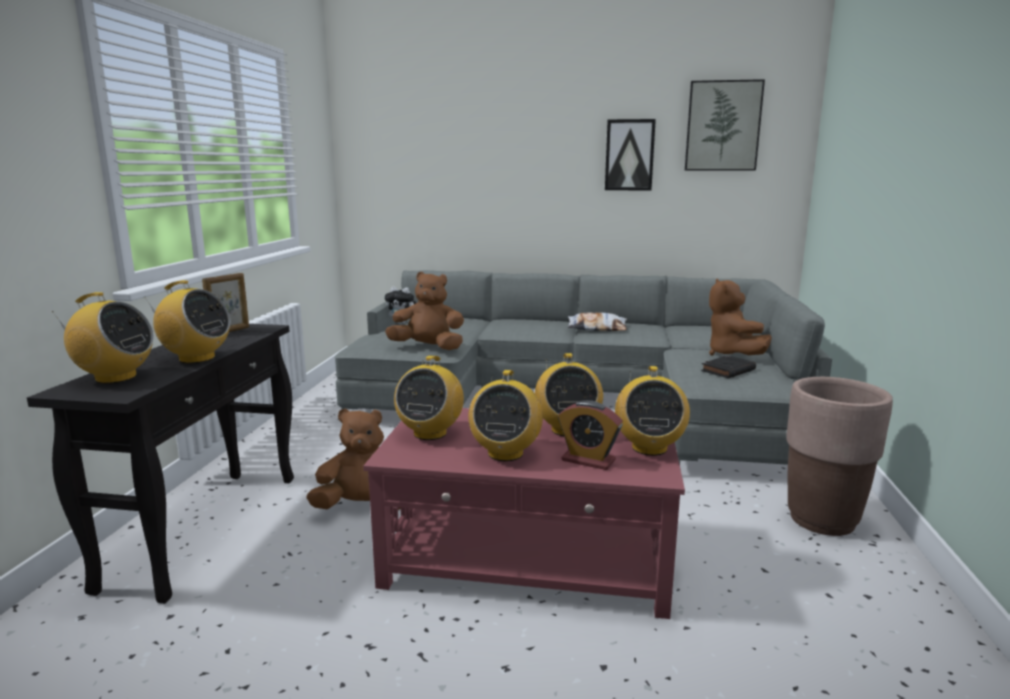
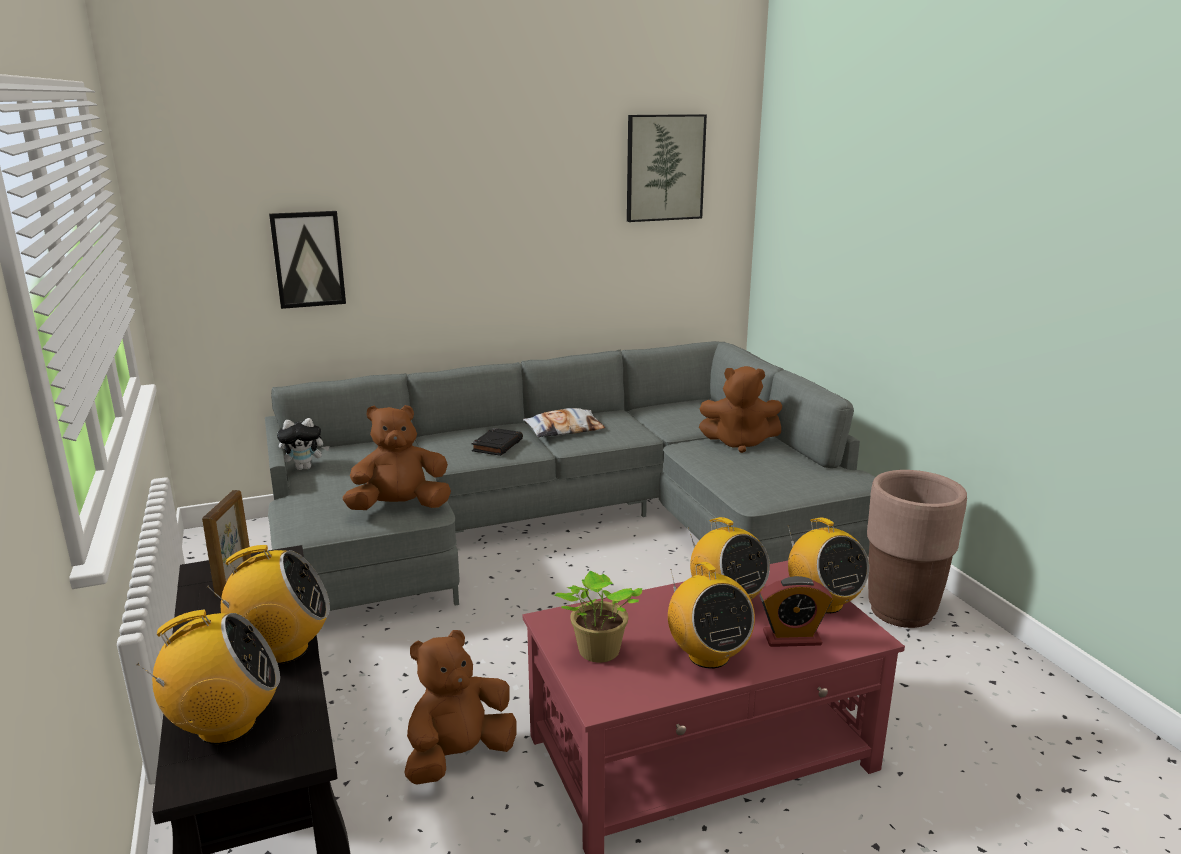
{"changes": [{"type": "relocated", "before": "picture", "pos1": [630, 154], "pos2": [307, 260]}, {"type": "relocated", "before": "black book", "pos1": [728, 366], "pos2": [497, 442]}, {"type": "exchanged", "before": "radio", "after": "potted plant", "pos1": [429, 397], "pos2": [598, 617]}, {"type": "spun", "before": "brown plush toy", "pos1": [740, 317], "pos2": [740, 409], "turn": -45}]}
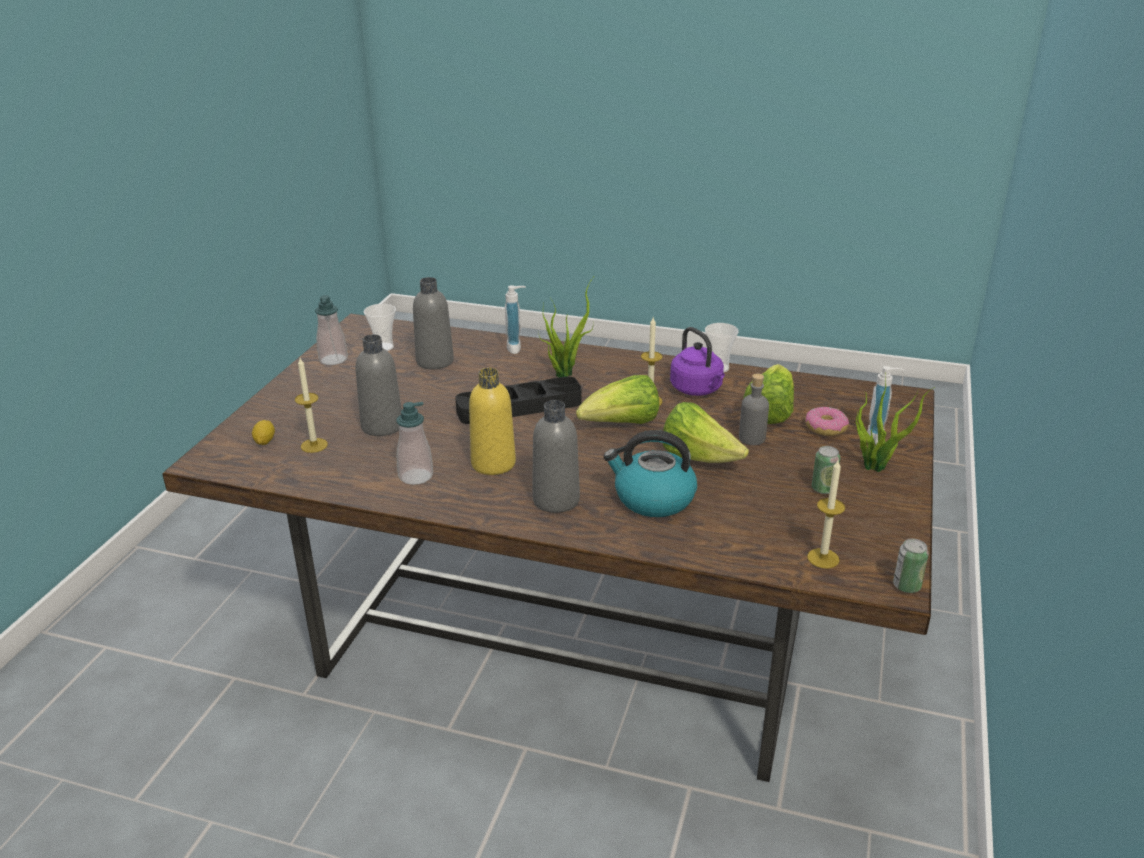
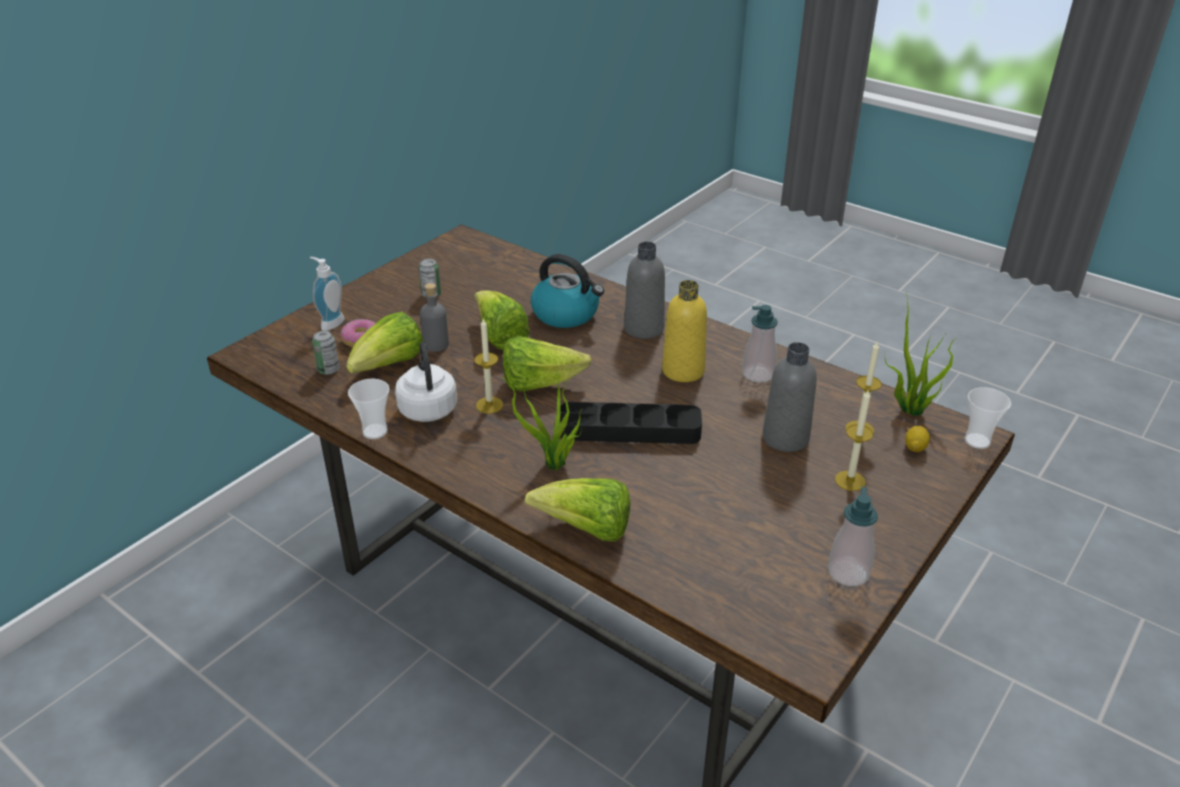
{"changes": [{"type": "relocated", "before": "can", "pos1": [911, 565], "pos2": [325, 353]}, {"type": "colour", "before": "purple kettle", "after": "white kettle", "pos1": [697, 361], "pos2": [426, 382]}, {"type": "exchanged", "before": "soap dispenser", "after": "lettuce", "pos1": [515, 319], "pos2": [577, 510]}, {"type": "relocated", "before": "candle", "pos1": [826, 514], "pos2": [854, 440]}, {"type": "relocated", "before": "potted plant", "pos1": [895, 422], "pos2": [920, 357]}, {"type": "relocated", "before": "cup", "pos1": [380, 327], "pos2": [988, 418]}, {"type": "missing", "before": "grey bottle", "pos1": [433, 323]}]}
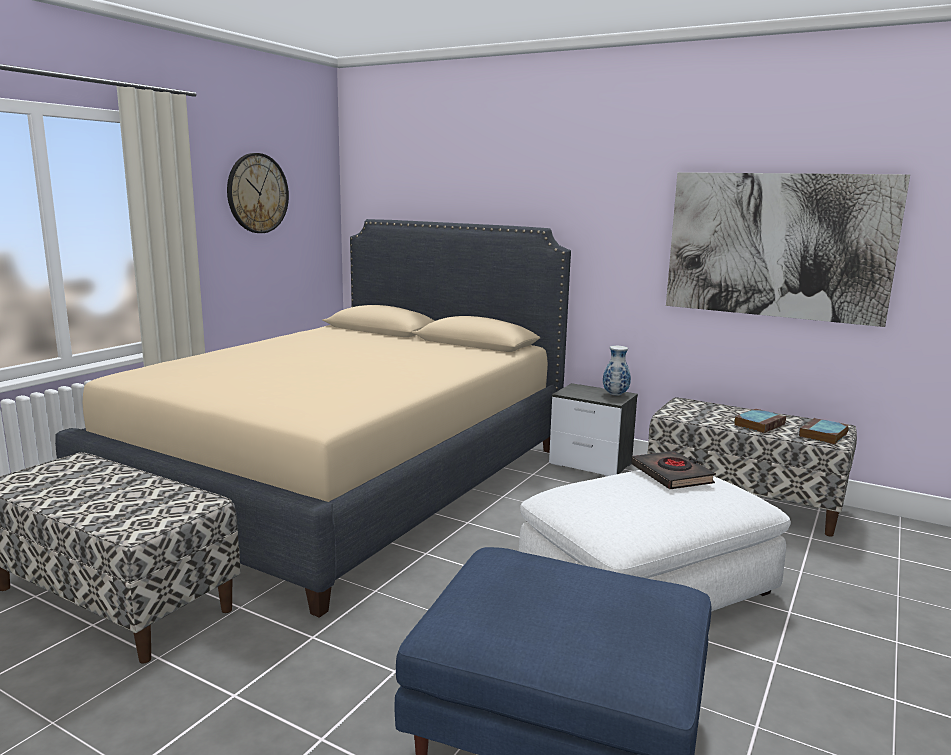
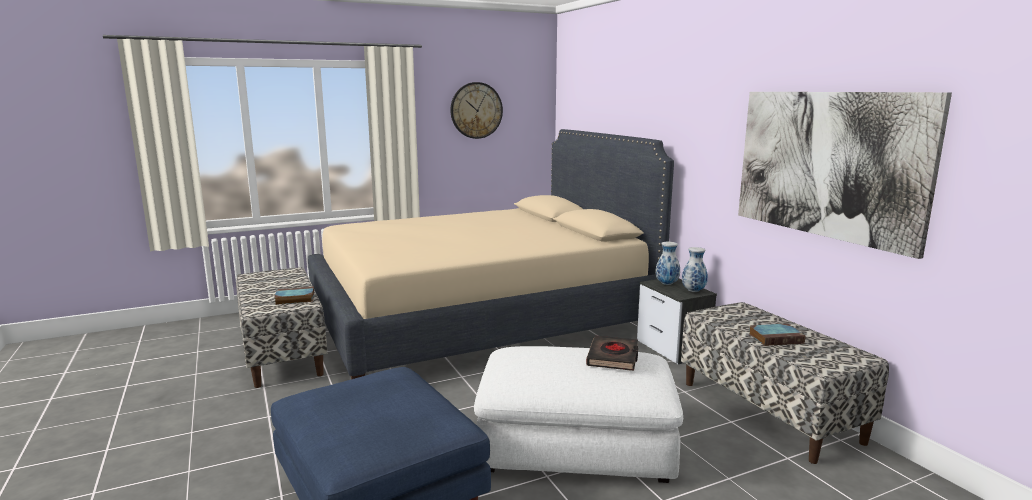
{"changes": [{"type": "relocated", "before": "book", "pos1": [824, 431], "pos2": [294, 295]}, {"type": "appeared", "after": "vase", "pos2": [667, 263]}]}
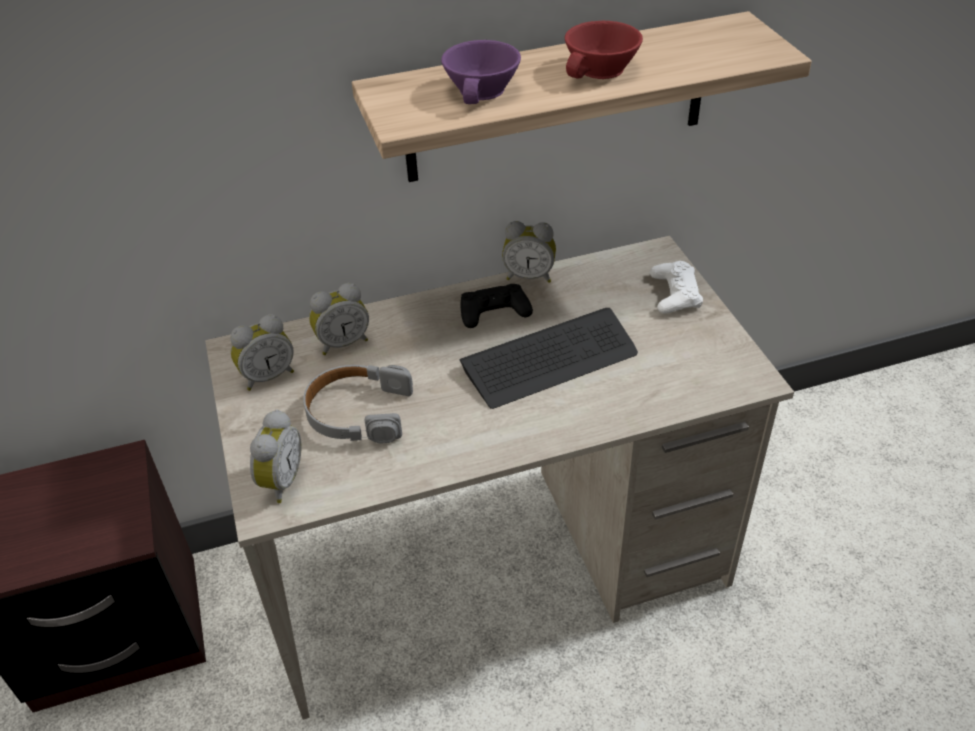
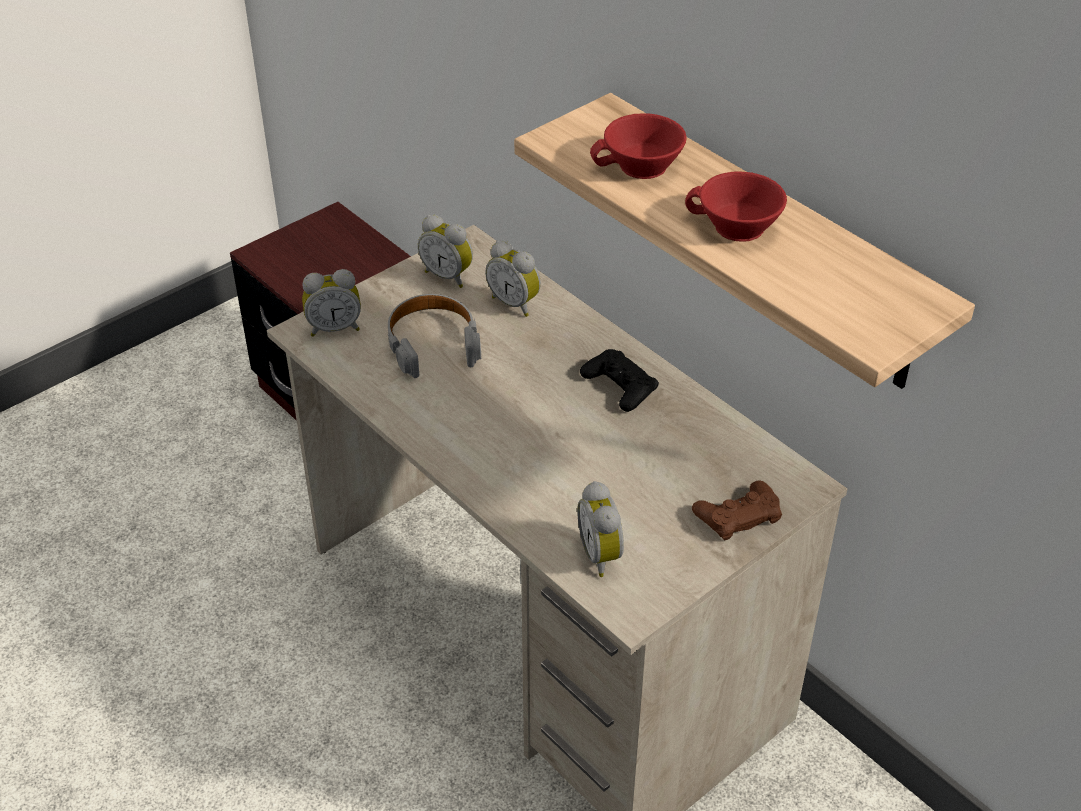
{"changes": [{"type": "relocated", "before": "alarm clock", "pos1": [529, 252], "pos2": [600, 529]}, {"type": "colour", "before": "purple cup", "after": "red cup", "pos1": [481, 72], "pos2": [638, 146]}, {"type": "colour", "before": "white game controller", "after": "brown game controller", "pos1": [676, 287], "pos2": [737, 510]}, {"type": "missing", "before": "keyboard", "pos1": [549, 358]}]}
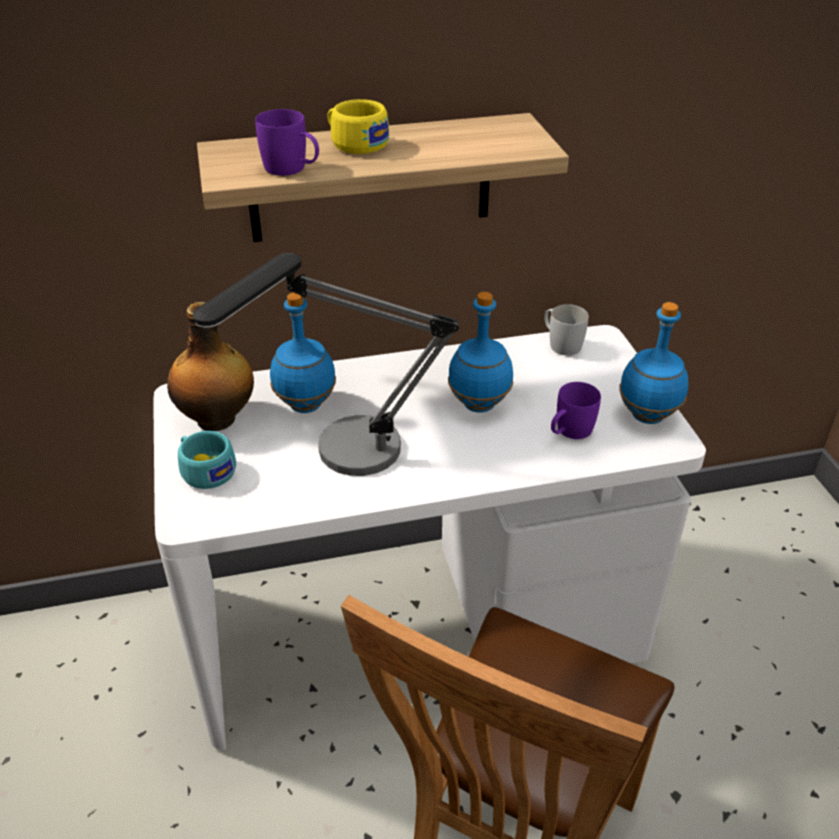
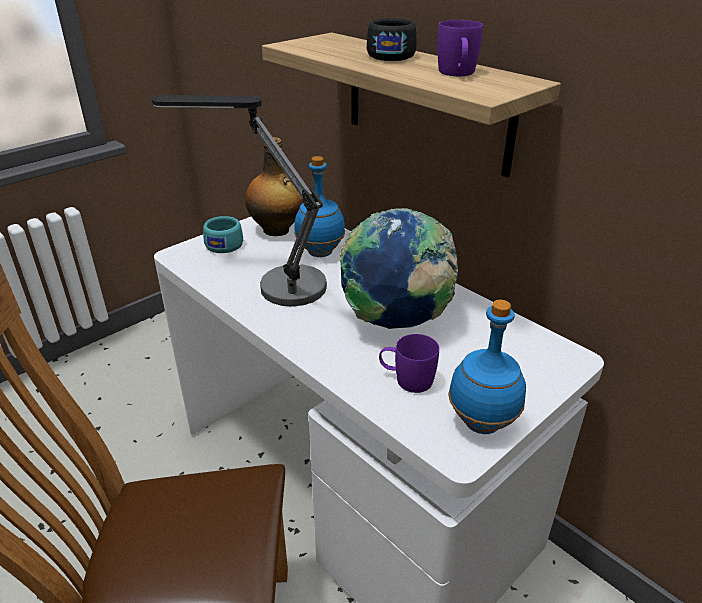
{"changes": [{"type": "exchanged", "before": "blue bottle", "after": "globe", "pos1": [480, 352], "pos2": [399, 268]}, {"type": "colour", "before": "yellow cup", "after": "black cup", "pos1": [358, 126], "pos2": [391, 39]}, {"type": "relocated", "before": "purple mug", "pos1": [287, 142], "pos2": [460, 48]}, {"type": "missing", "before": "white mug", "pos1": [566, 329]}]}
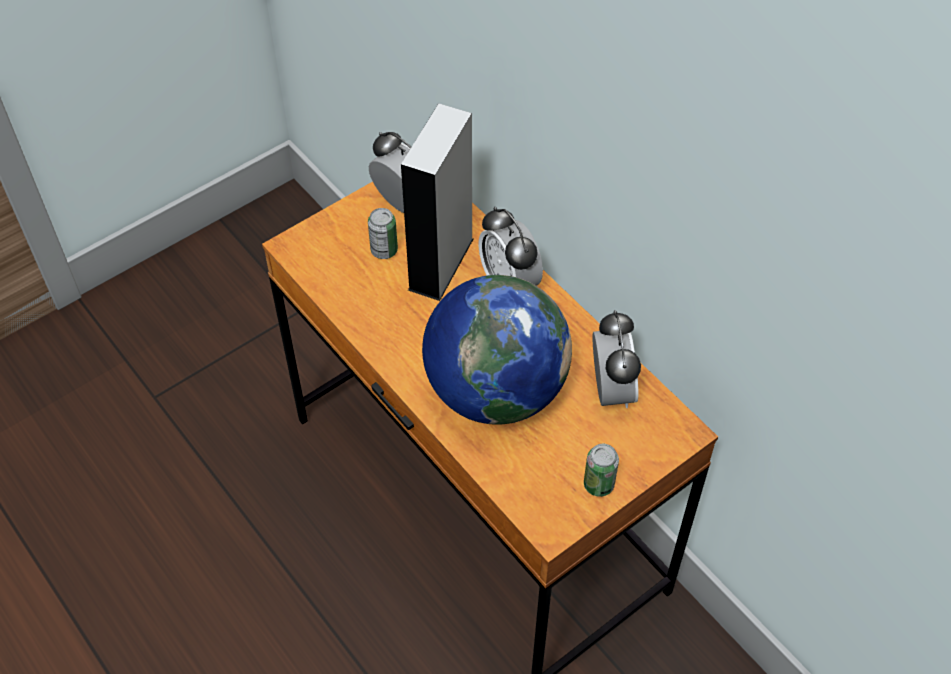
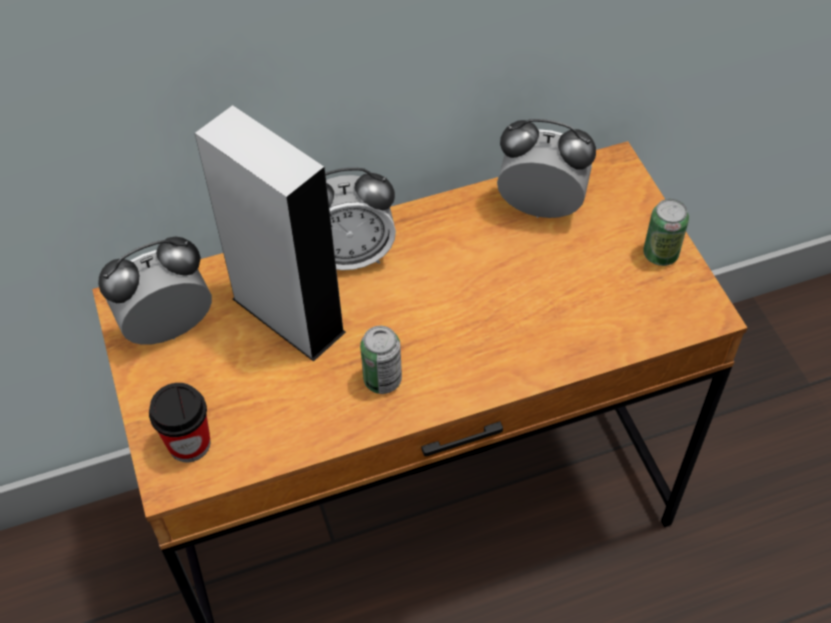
{"changes": [{"type": "appeared", "after": "cup", "pos2": [180, 422]}, {"type": "relocated", "before": "can", "pos1": [383, 233], "pos2": [381, 360]}, {"type": "missing", "before": "globe", "pos1": [497, 350]}]}
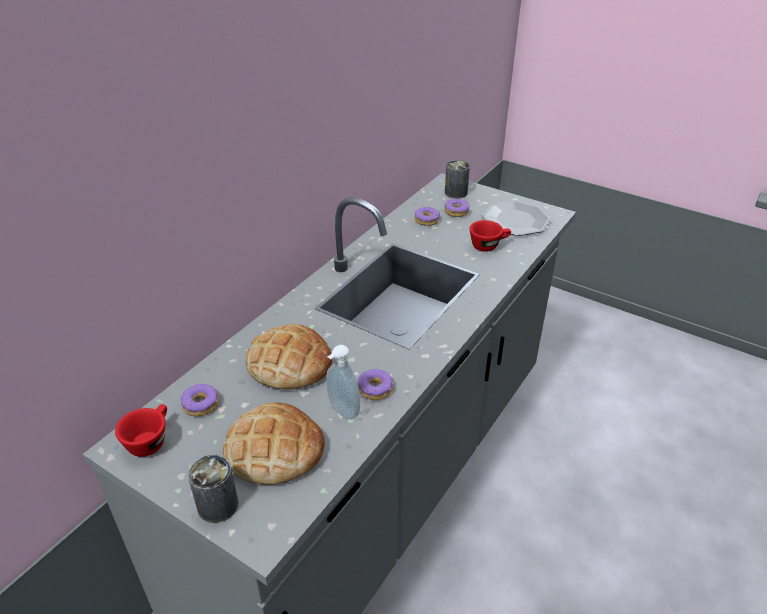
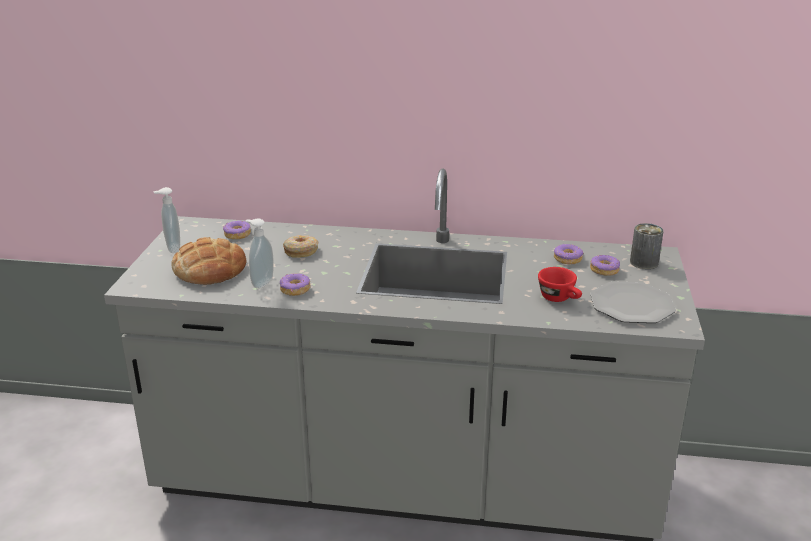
{"changes": [{"type": "appeared", "after": "soap dispenser", "pos2": [166, 220]}, {"type": "exchanged", "before": "bread", "after": "donut", "pos1": [288, 357], "pos2": [300, 246]}, {"type": "missing", "before": "red cup", "pos1": [141, 430]}, {"type": "missing", "before": "can", "pos1": [213, 489]}]}
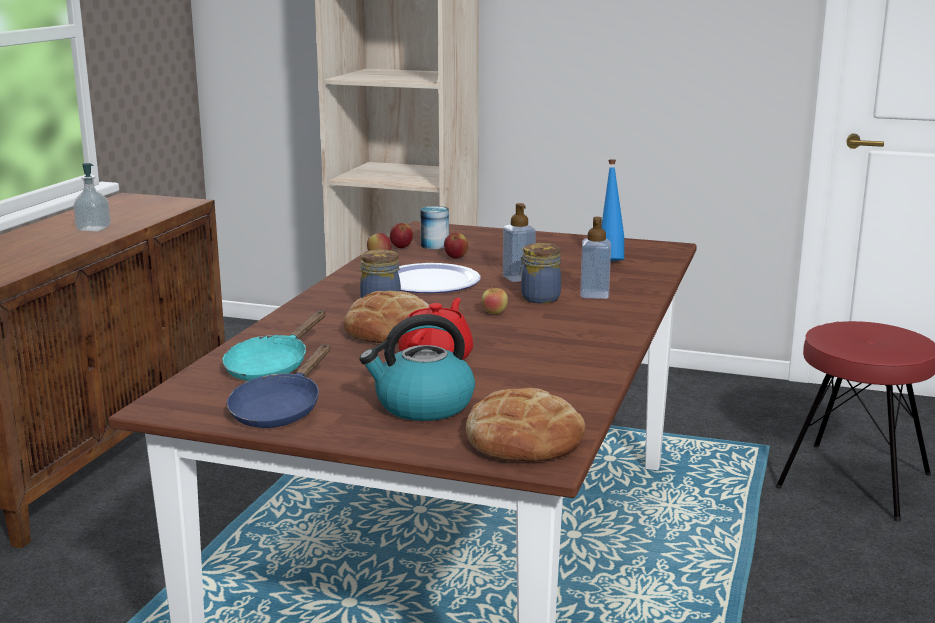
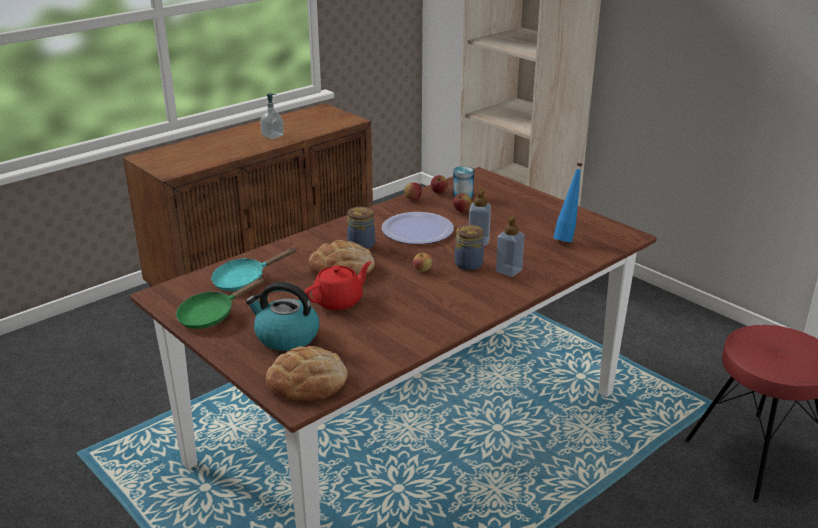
{"changes": [{"type": "colour", "before": "blue frying pan", "after": "green frying pan", "pos1": [278, 386], "pos2": [220, 303]}]}
